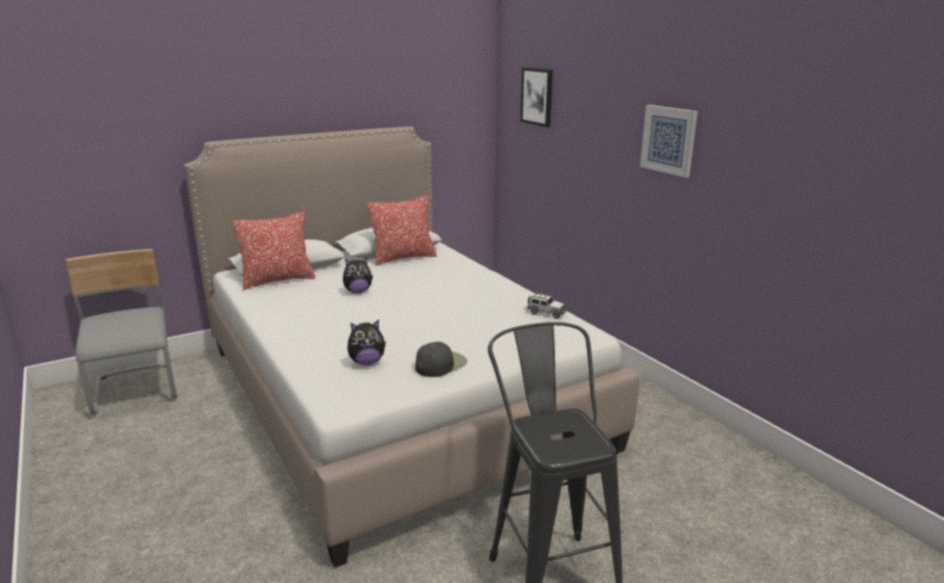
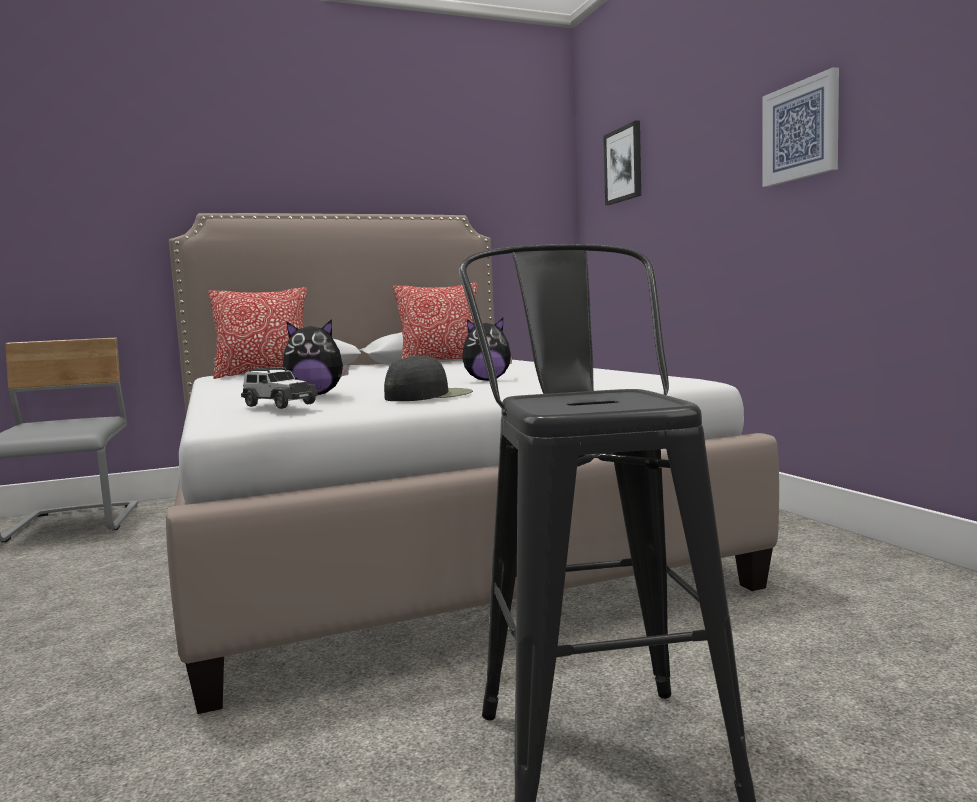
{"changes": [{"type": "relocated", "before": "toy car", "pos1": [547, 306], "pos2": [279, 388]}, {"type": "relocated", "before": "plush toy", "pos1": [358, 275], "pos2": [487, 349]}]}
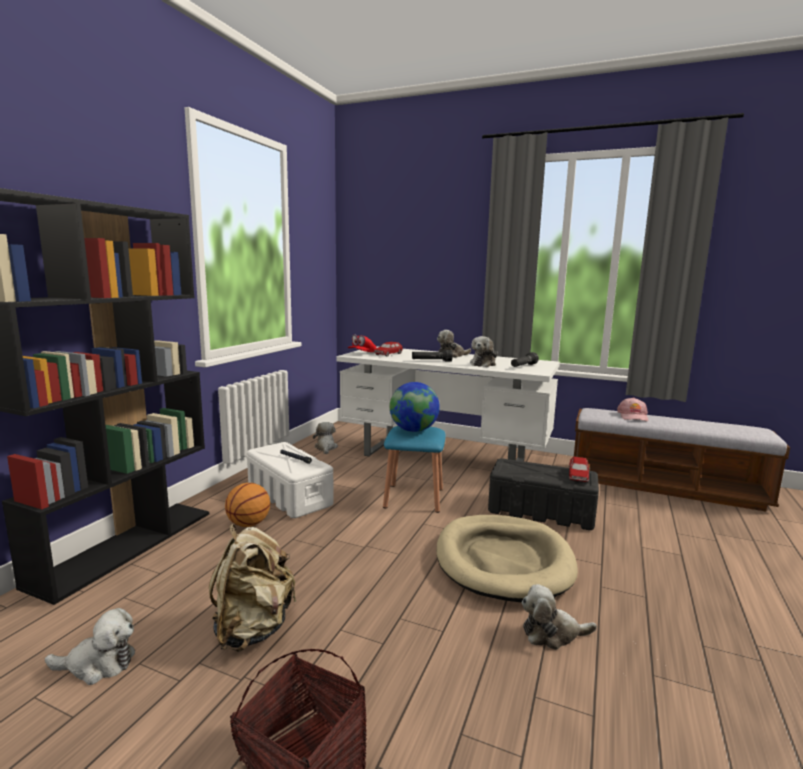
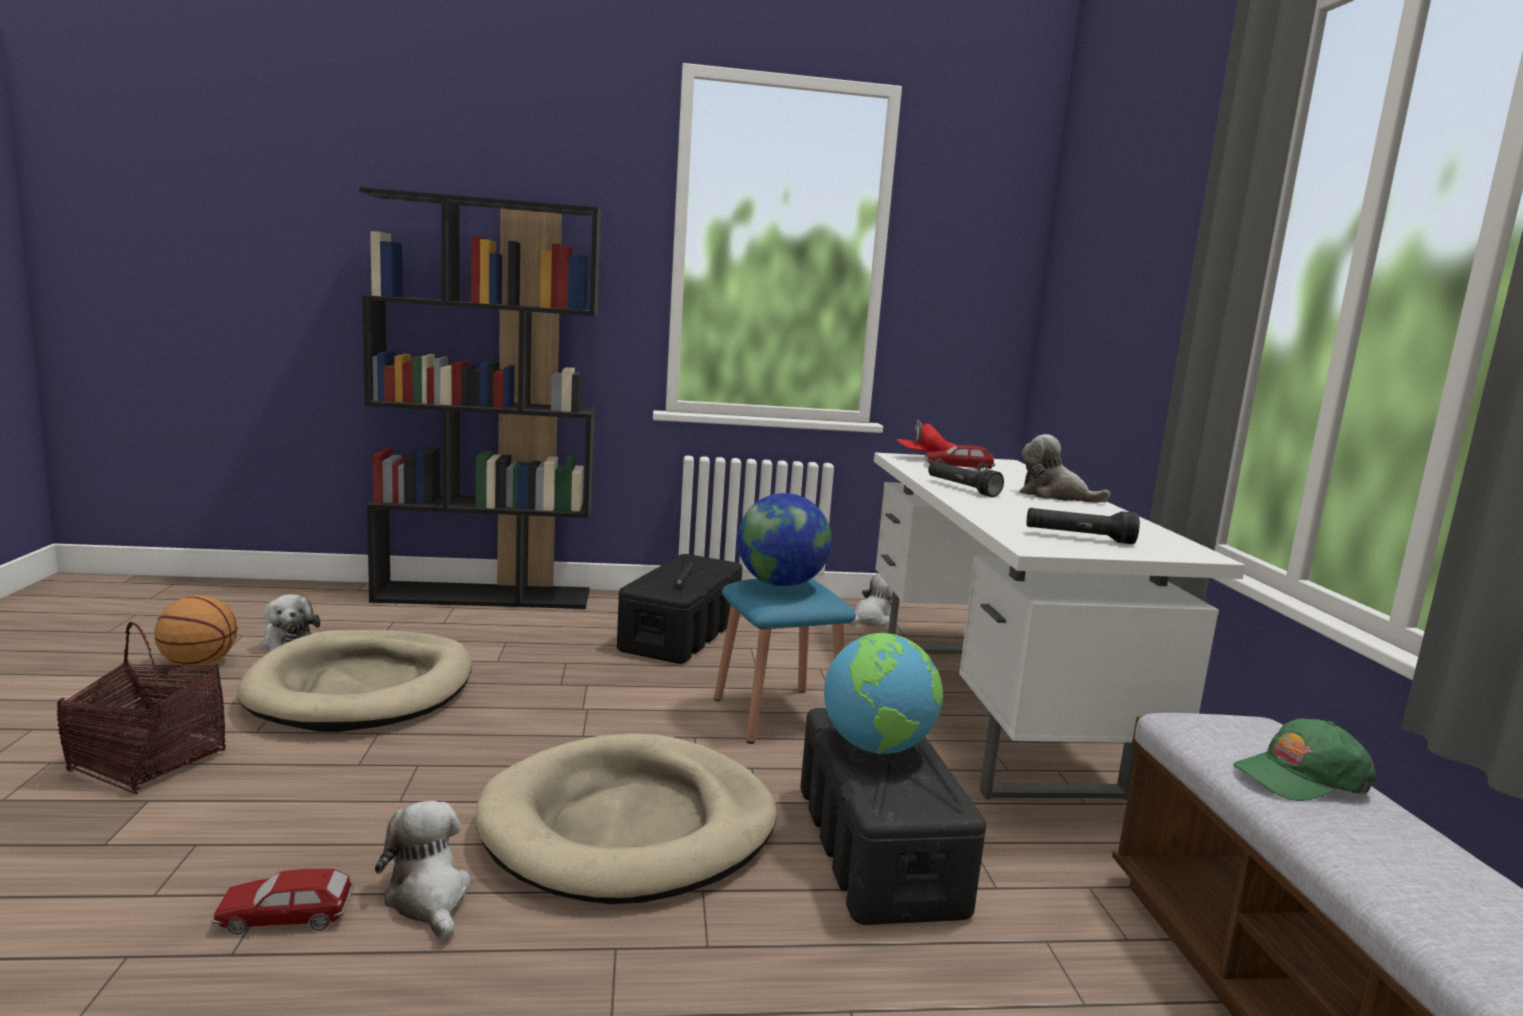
{"changes": [{"type": "relocated", "before": "basketball", "pos1": [247, 505], "pos2": [196, 630]}, {"type": "relocated", "before": "toy car", "pos1": [579, 470], "pos2": [282, 901]}, {"type": "exchanged", "before": "beige backpack", "after": "beige dog bed", "pos1": [252, 588], "pos2": [354, 681]}, {"type": "colour", "before": "white storage box", "after": "black storage box", "pos1": [290, 480], "pos2": [679, 609]}, {"type": "appeared", "after": "globe", "pos2": [883, 693]}, {"type": "colour", "before": "pink cap", "after": "green cap", "pos1": [632, 409], "pos2": [1304, 759]}, {"type": "missing", "before": "plush toy", "pos1": [484, 351]}]}
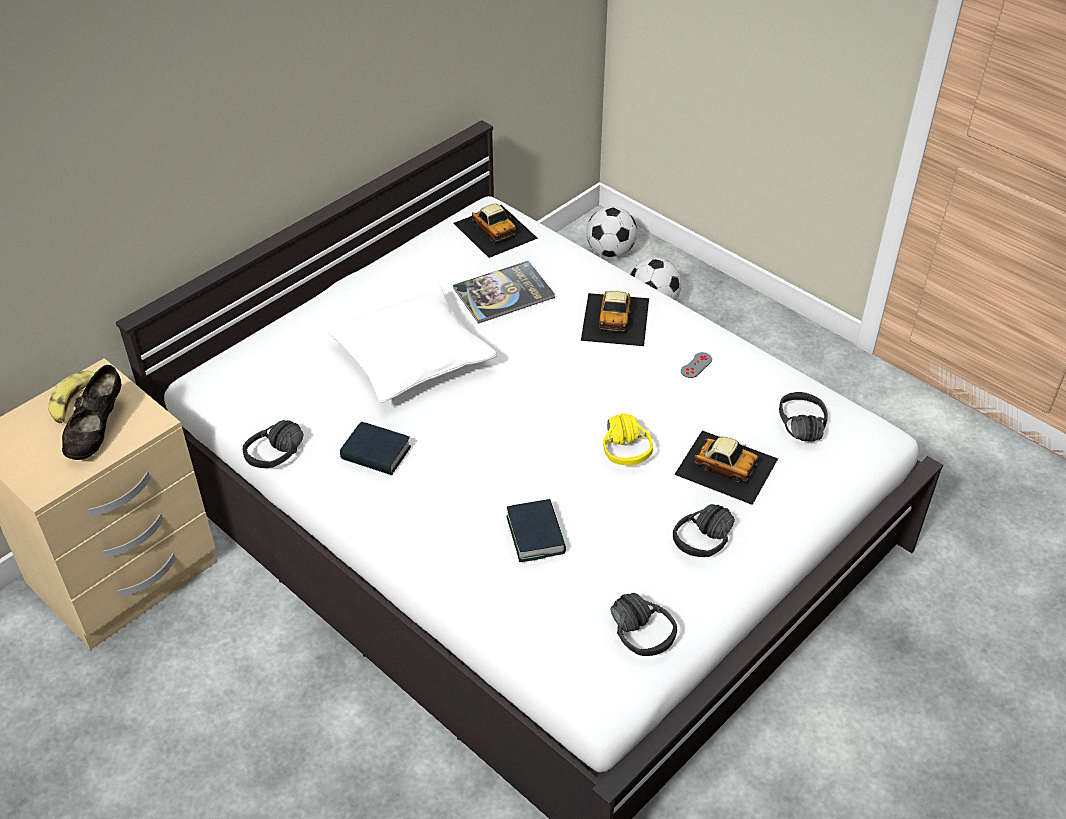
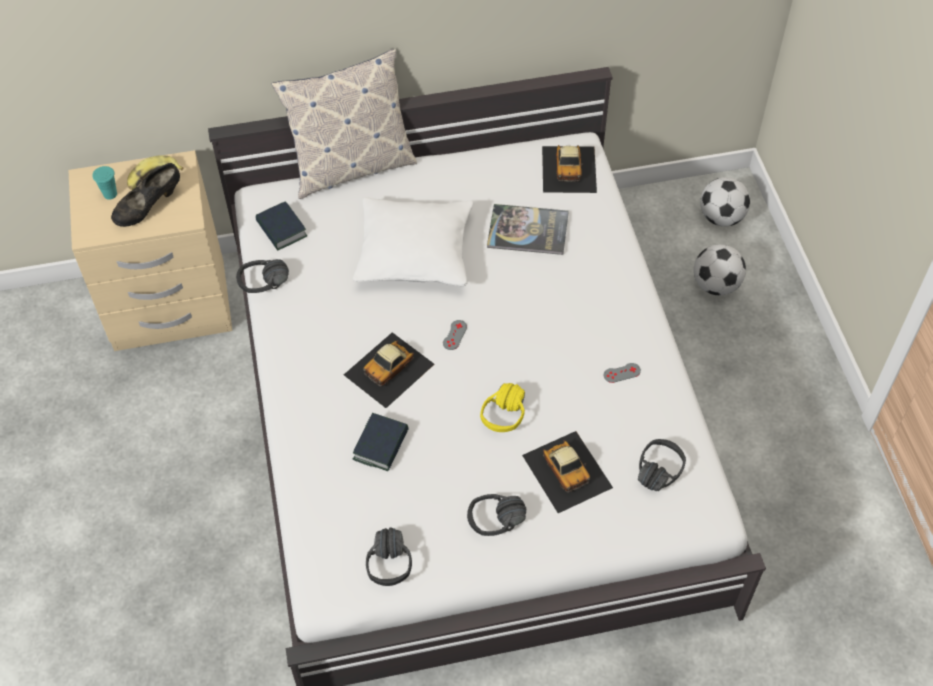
{"changes": [{"type": "appeared", "after": "turquoise cup", "pos2": [104, 183]}, {"type": "relocated", "before": "book", "pos1": [375, 448], "pos2": [281, 226]}, {"type": "appeared", "after": "pillow", "pos2": [344, 124]}, {"type": "relocated", "before": "toy car", "pos1": [615, 318], "pos2": [389, 370]}, {"type": "appeared", "after": "grey game controller", "pos2": [455, 335]}]}
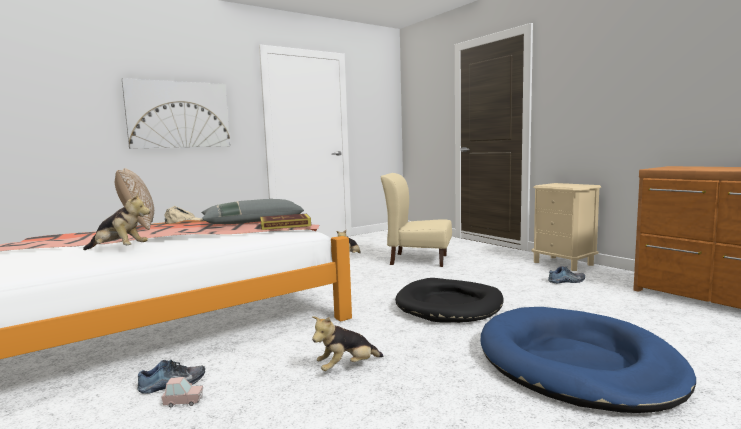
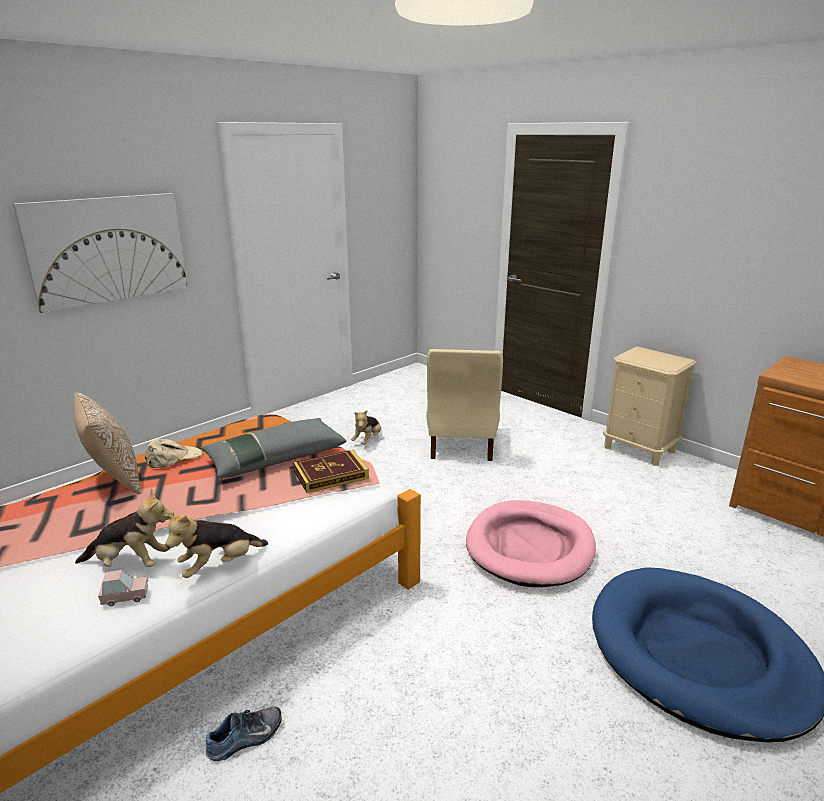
{"changes": [{"type": "relocated", "before": "pink toy car", "pos1": [182, 392], "pos2": [123, 588]}, {"type": "relocated", "before": "plush toy", "pos1": [348, 343], "pos2": [216, 546]}, {"type": "spun", "before": "beige chair", "pos1": [416, 220], "pos2": [464, 405], "turn": -90}, {"type": "colour", "before": "black dog bed", "after": "pink dog bed", "pos1": [449, 300], "pos2": [531, 543]}, {"type": "missing", "before": "shoe", "pos1": [566, 274]}]}
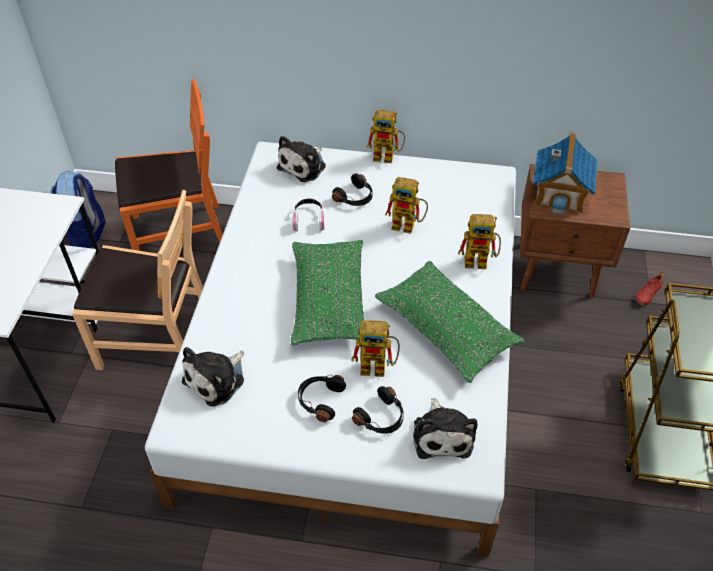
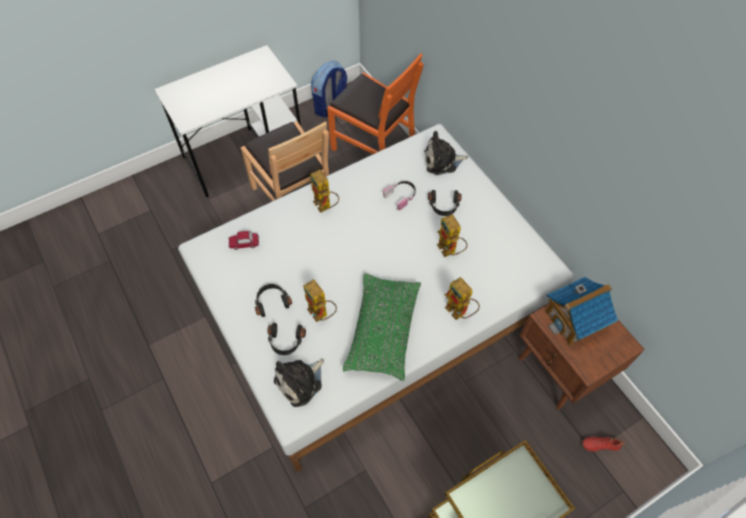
{"changes": [{"type": "exchanged", "before": "plush toy", "after": "toy car", "pos1": [213, 377], "pos2": [244, 240]}, {"type": "relocated", "before": "toy robot", "pos1": [385, 136], "pos2": [324, 191]}, {"type": "missing", "before": "green pillow", "pos1": [327, 293]}]}
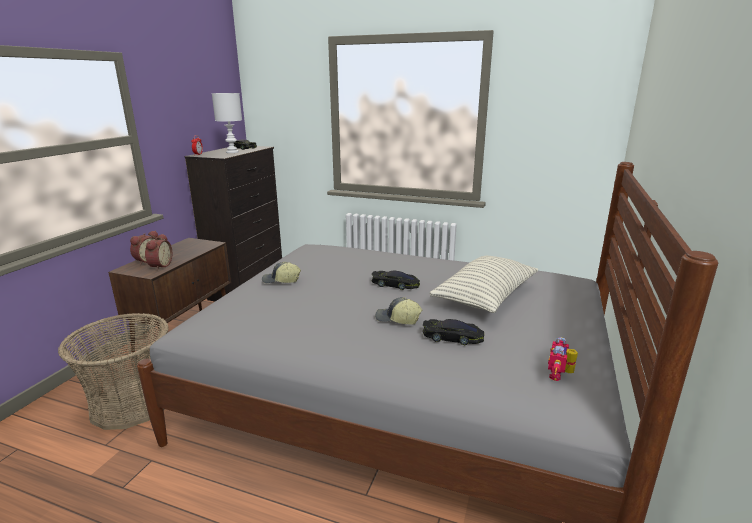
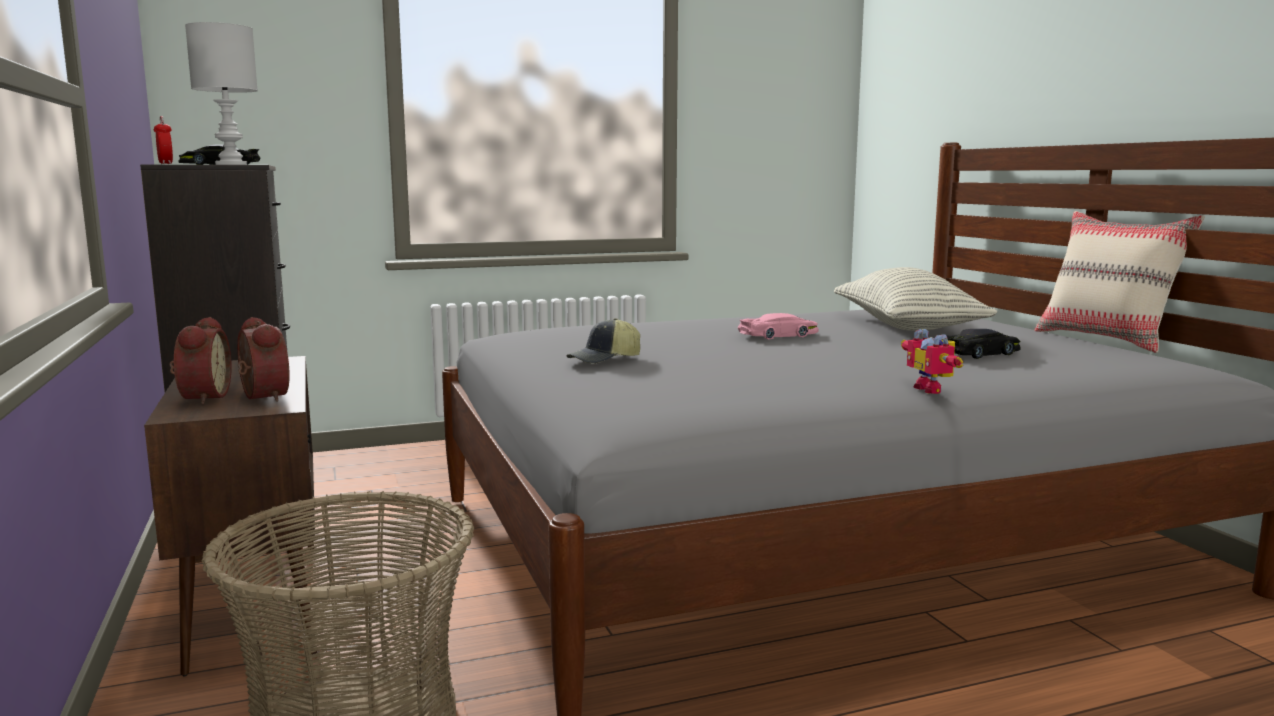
{"changes": [{"type": "colour", "before": "black toy car", "after": "pink toy car", "pos1": [395, 280], "pos2": [778, 326]}, {"type": "relocated", "before": "toy robot", "pos1": [563, 359], "pos2": [932, 361]}, {"type": "appeared", "after": "beige pillow", "pos2": [1119, 282]}, {"type": "missing", "before": "cap", "pos1": [398, 311]}]}
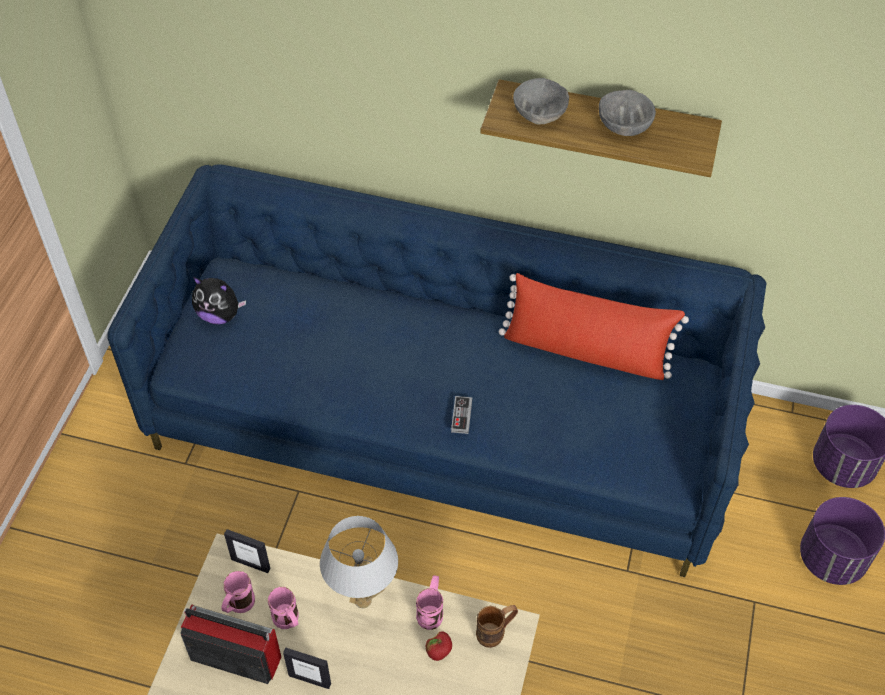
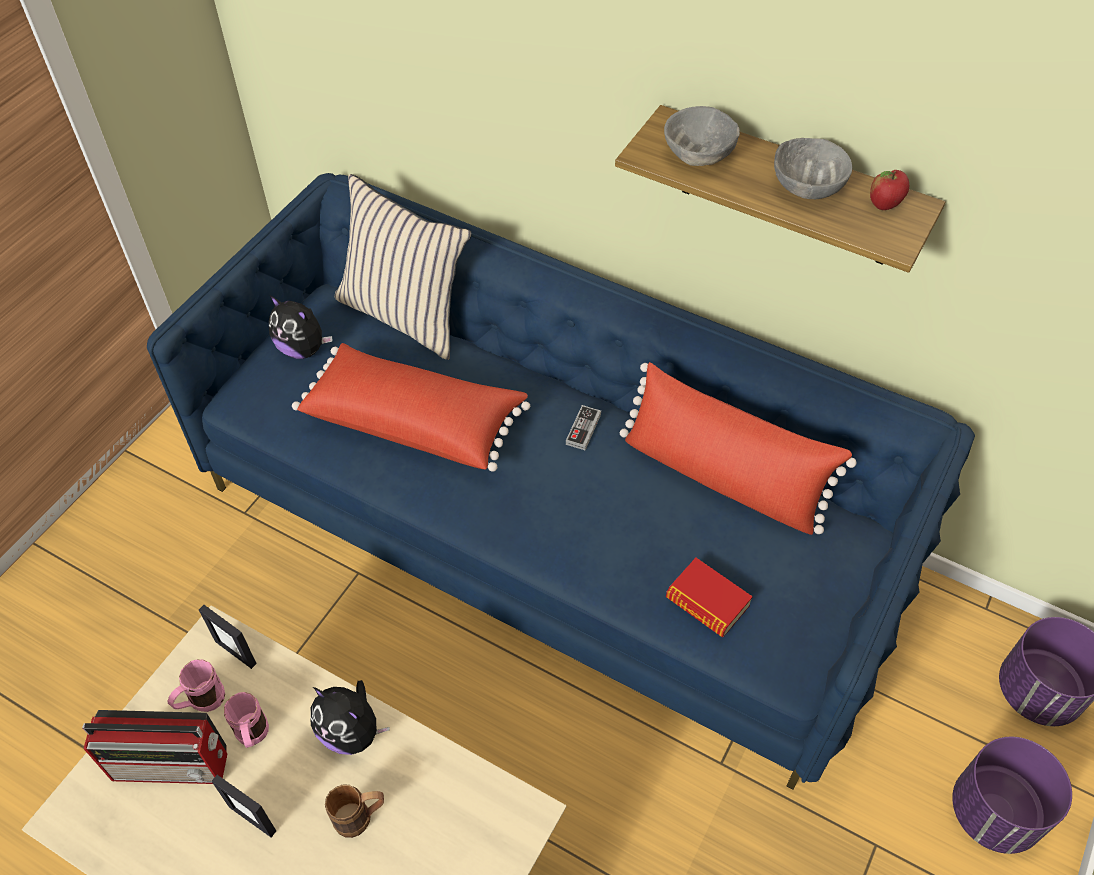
{"changes": [{"type": "spun", "before": "radio", "pos1": [230, 644], "pos2": [154, 747], "turn": 150}, {"type": "appeared", "after": "red pillow", "pos2": [411, 407]}, {"type": "exchanged", "before": "white table lamp", "after": "plush toy", "pos1": [359, 562], "pos2": [350, 717]}, {"type": "relocated", "before": "brown mug", "pos1": [497, 626], "pos2": [354, 811]}, {"type": "appeared", "after": "beige pillow", "pos2": [403, 267]}, {"type": "relocated", "before": "game controller", "pos1": [461, 415], "pos2": [583, 427]}, {"type": "appeared", "after": "book", "pos2": [709, 597]}, {"type": "relocated", "before": "apple", "pos1": [439, 646], "pos2": [889, 190]}, {"type": "missing", "before": "pink mug", "pos1": [429, 602]}]}
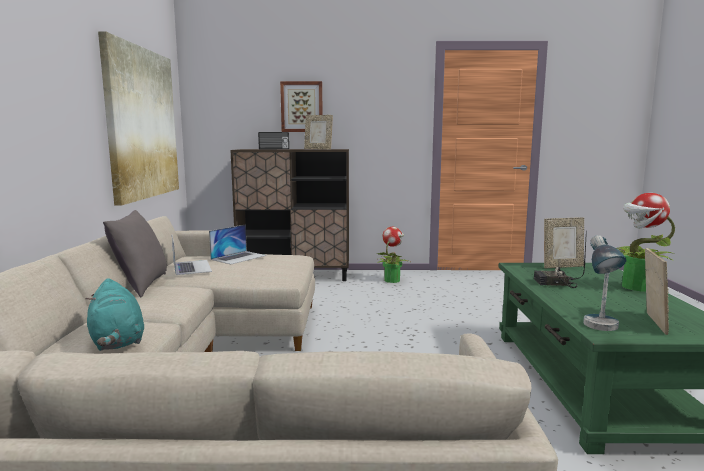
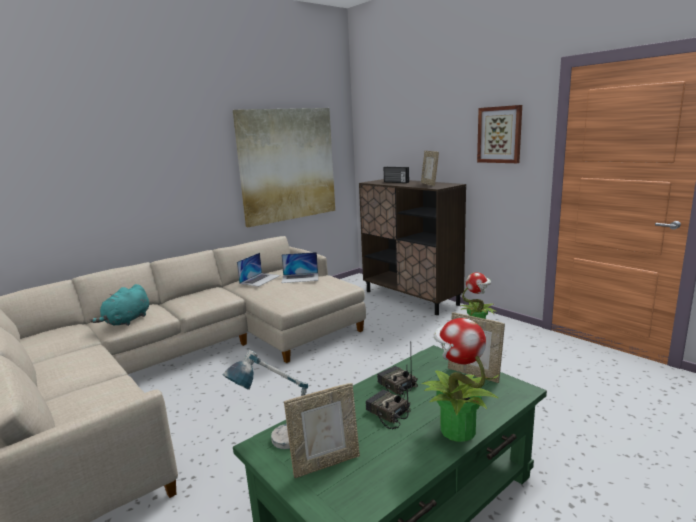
{"changes": [{"type": "appeared", "after": "radio", "pos2": [388, 402]}, {"type": "relocated", "before": "picture", "pos1": [301, 106], "pos2": [499, 134]}, {"type": "missing", "before": "grey pillow", "pos1": [135, 253]}]}
